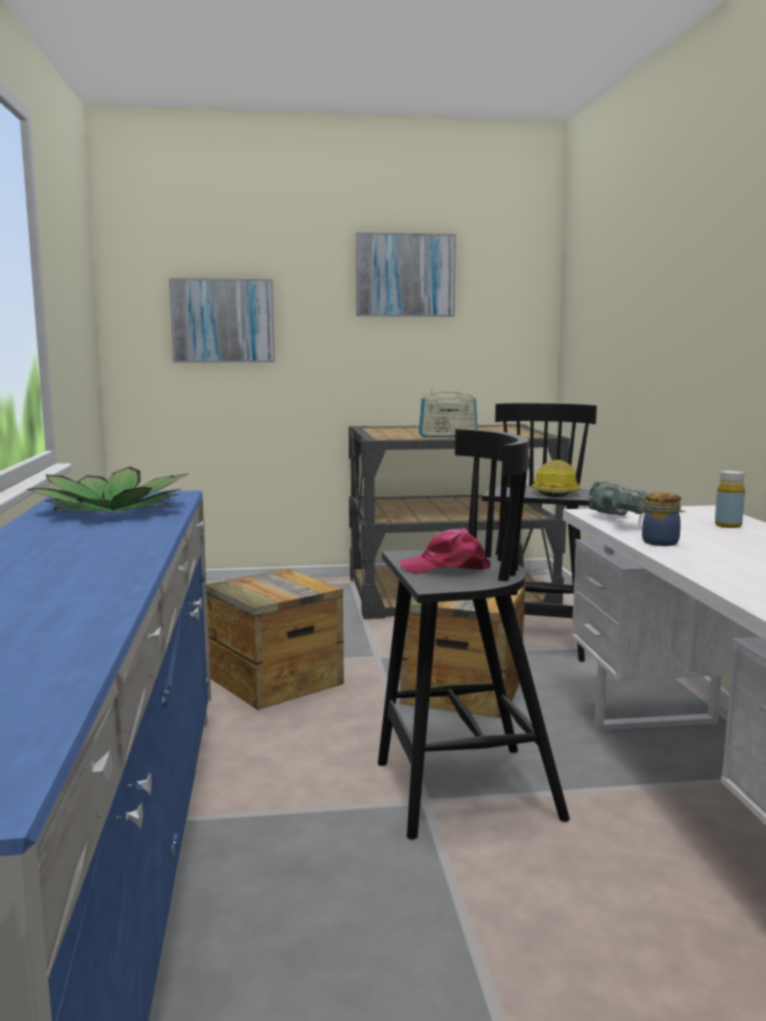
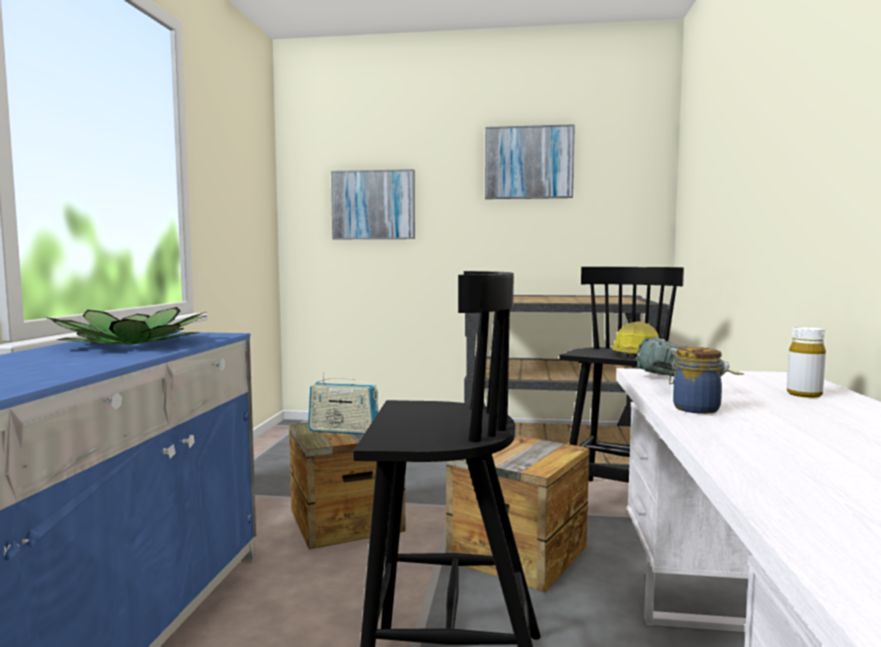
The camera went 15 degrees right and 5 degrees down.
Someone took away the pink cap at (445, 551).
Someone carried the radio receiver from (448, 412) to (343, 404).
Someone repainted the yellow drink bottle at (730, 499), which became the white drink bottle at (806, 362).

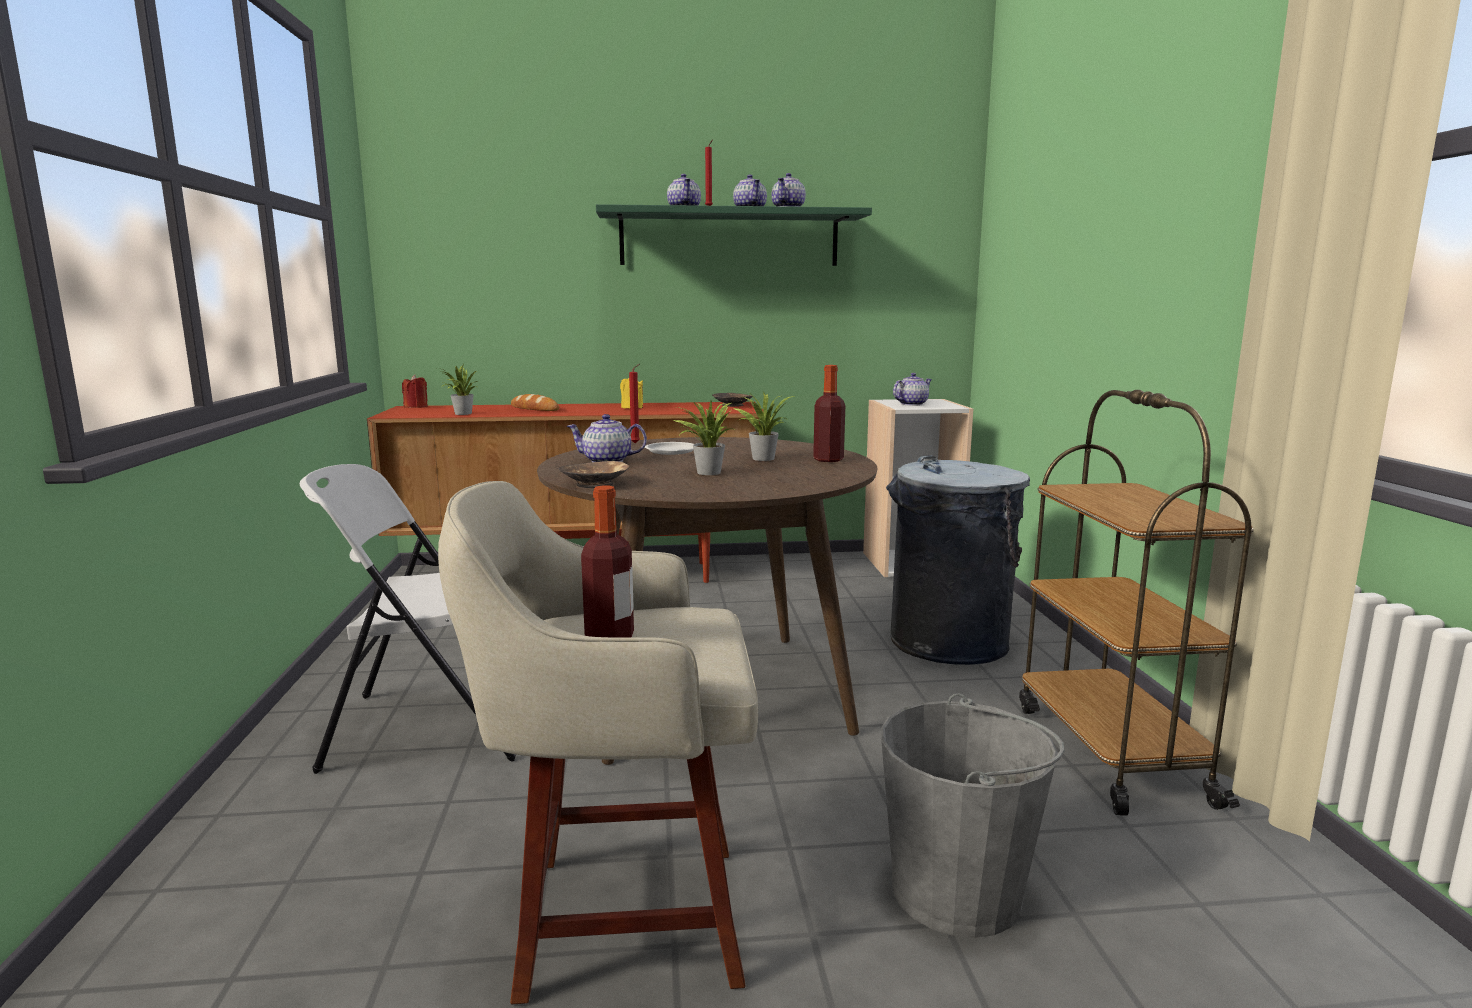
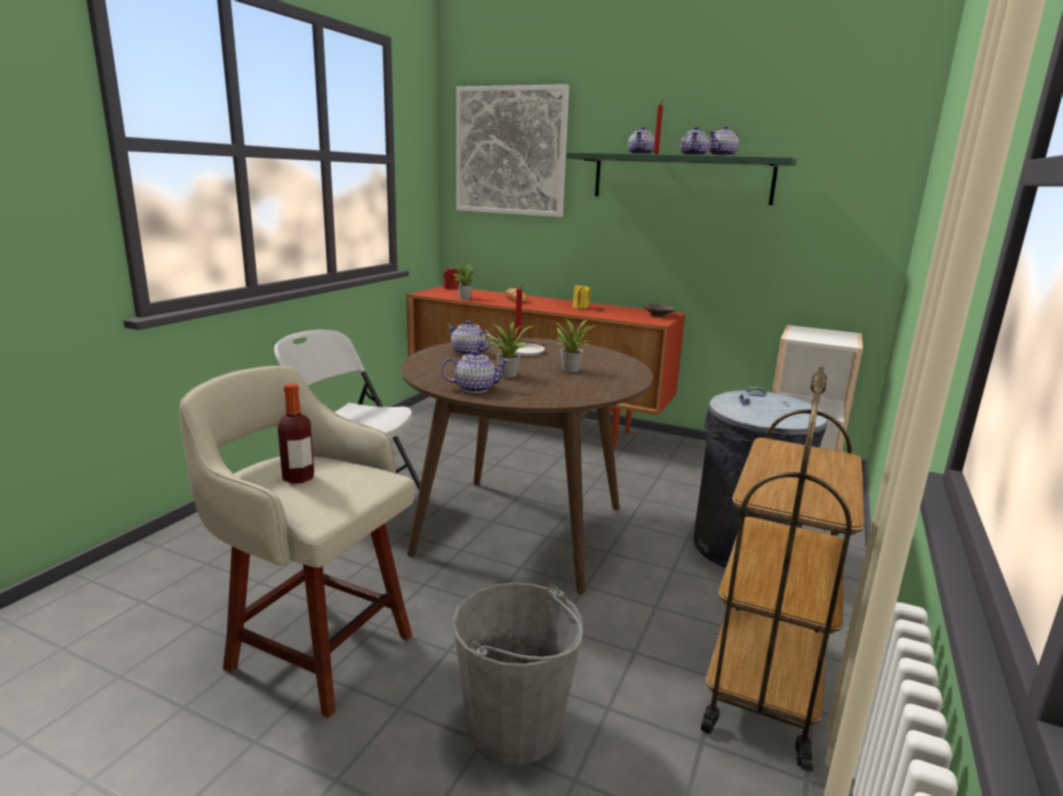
The camera went 30 degrees right and 5 degrees up.
Someone took away the brownish deep dish at (594, 474).
Someone took away the drink bottle at (829, 413).
Someone carried the teapot from (912, 389) to (475, 371).
Someone put up the wall art at (512, 150).

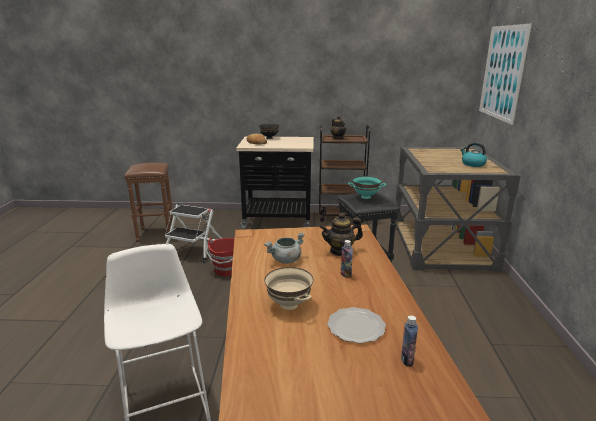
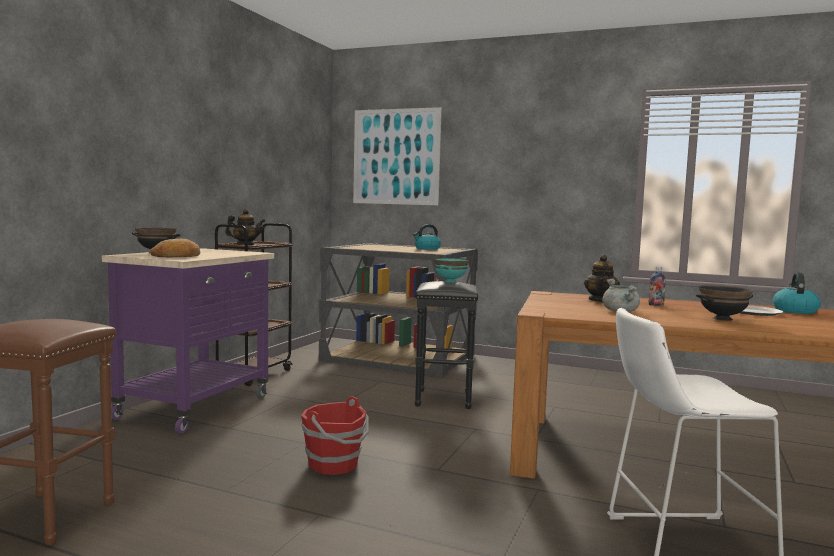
The camera went 70 degrees left and 15 degrees down.
Someone took away the step stool at (193, 233).
Someone repainted the blackish cart at (275, 182), which became the purple cart at (188, 340).
Someone repainted the beige deep dish at (289, 288), which became the blackish deep dish at (724, 303).
Someone swapped the drink bottle at (409, 341) for the water kettle at (797, 293).

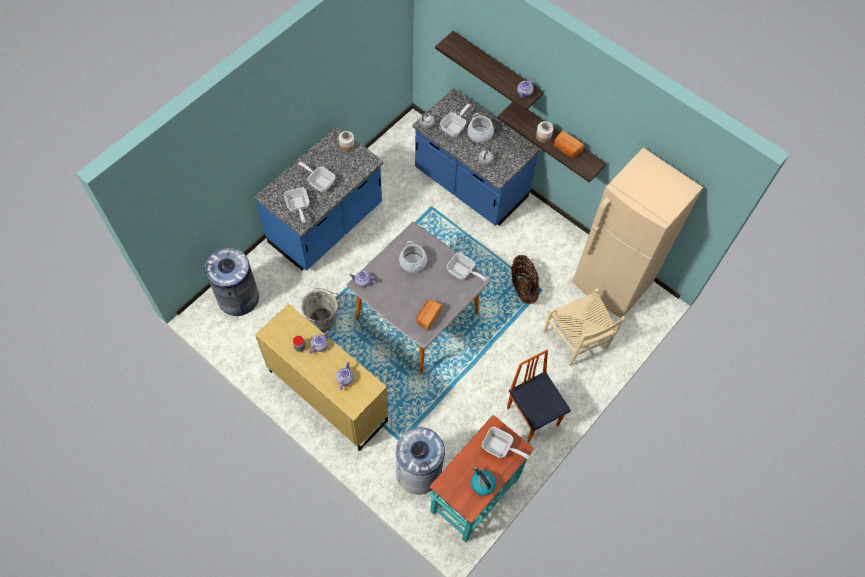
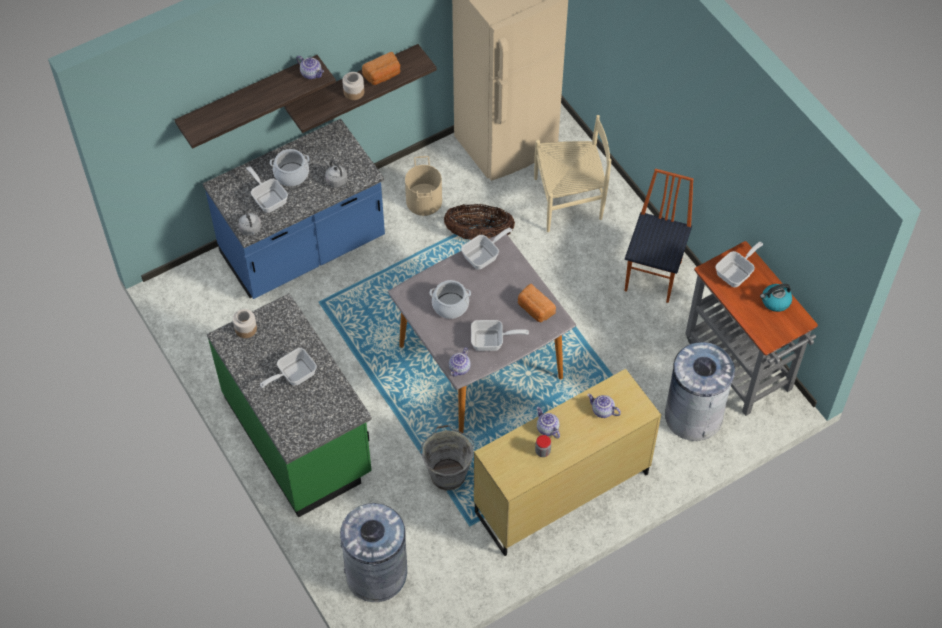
The camera went 70 degrees left and 5 degrees down.
Someone repainted the blue-coloured kitchen base unit at (319, 198), which became the green kitchen base unit at (289, 405).
Someone carried the frying pan from (297, 205) to (500, 335).
Someone repainted the blue-green cart at (481, 478), which became the gray cart at (751, 328).
Someone rotated the upright chair at (539, 396) by 120 degrees clockwise.
Someone put down the beige pail at (423, 186).

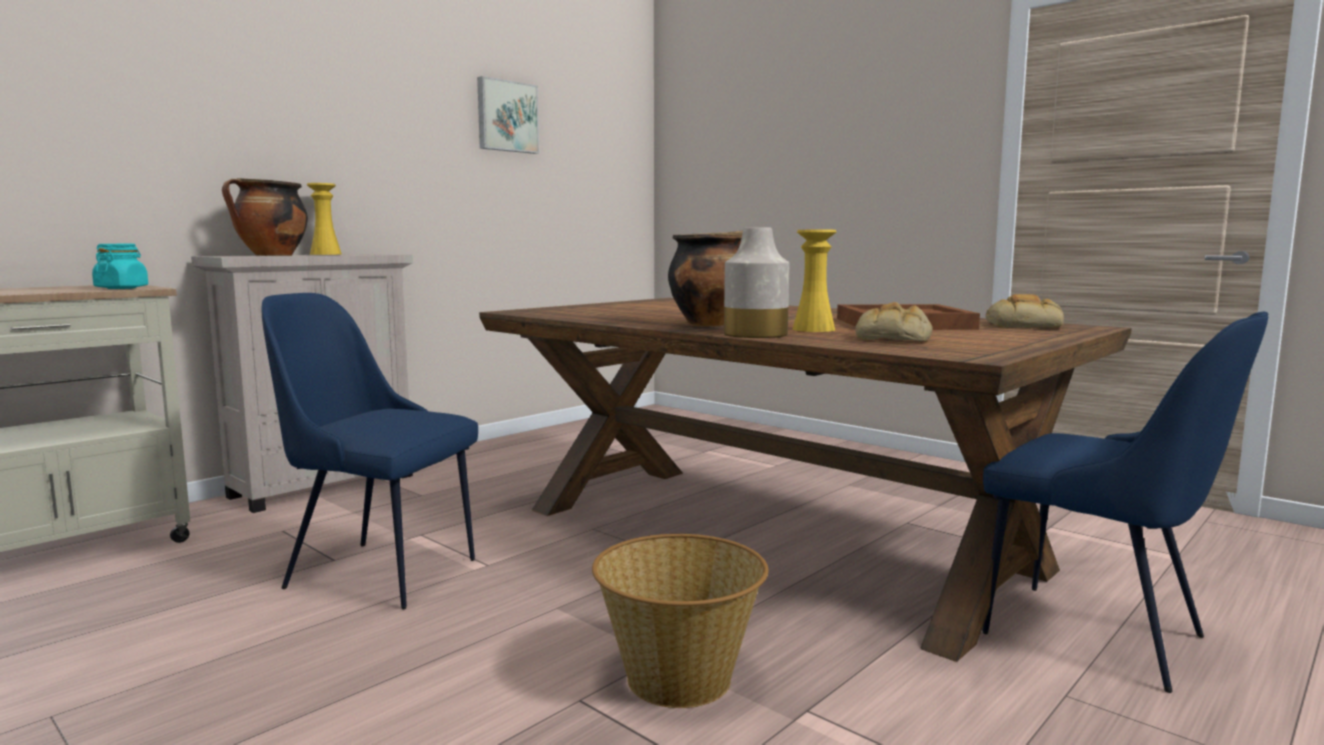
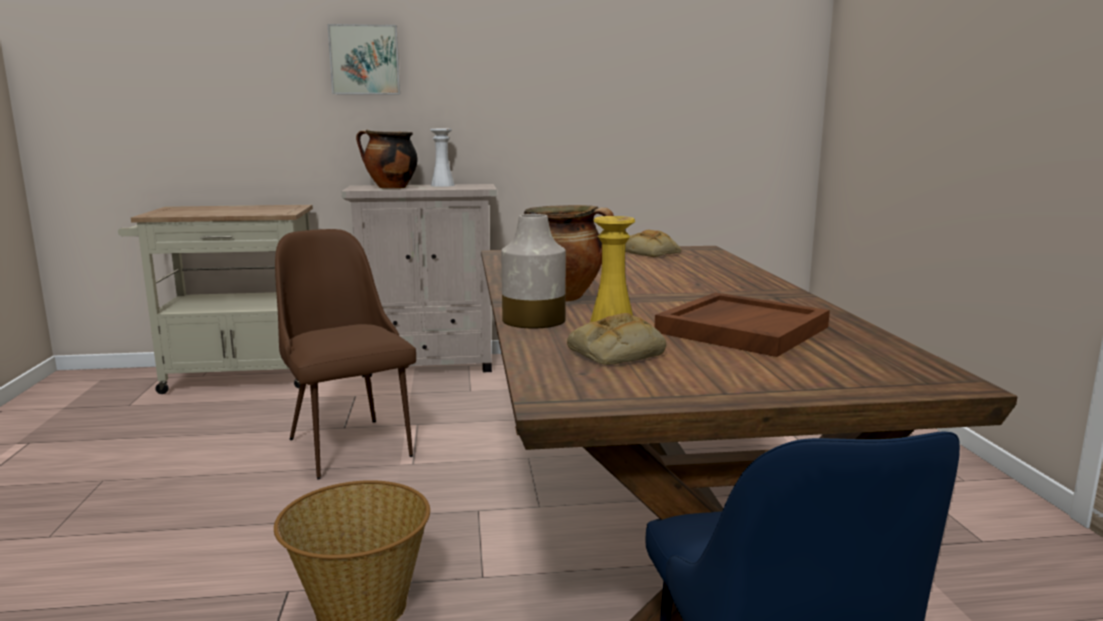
The camera went 40 degrees right and 5 degrees up.
Someone took away the blue-green jar at (120, 266).
Someone repainted the blue-coloured upright chair at (370, 451), which became the brownish upright chair at (345, 354).
Someone repainted the yellow flower vase at (324, 219), which became the white flower vase at (442, 158).
Someone carried the wall art from (508, 115) to (364, 59).
Someone carried the bread from (1024, 311) to (653, 243).

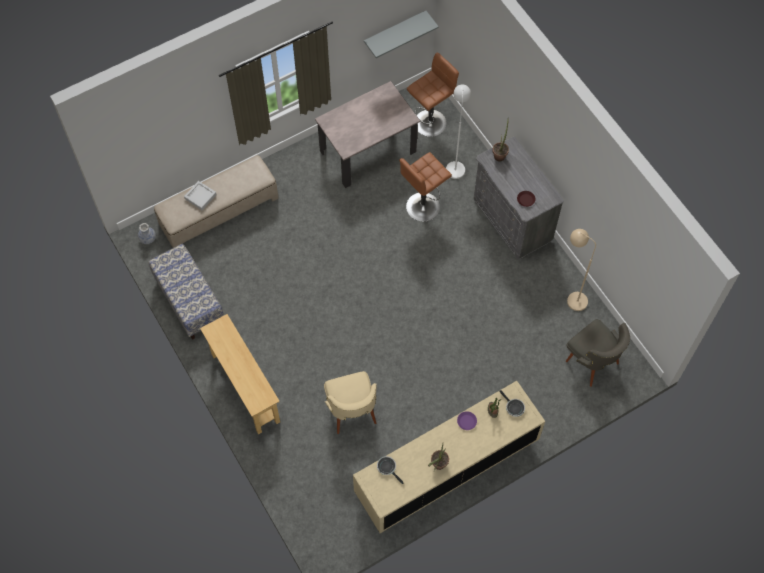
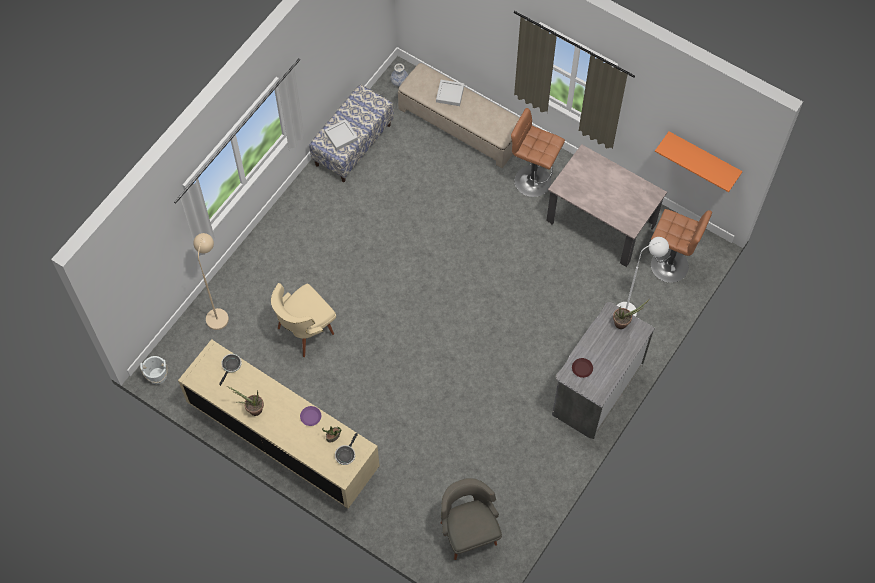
The camera went 65 degrees right and 0 degrees up.
Someone took away the beige console table at (240, 374).
Someone repainted the gray shelf at (401, 34), which became the orange-coloured shelf at (699, 161).
Someone carried the brownish stool from (425, 186) to (538, 152).
Someone rotated the gray upright chair at (598, 353) by 135 degrees clockwise.
Someone carried the beige floor lamp from (581, 270) to (211, 281).
Someone put down the white pail at (154, 370).
Someone put down the gray carrying tray at (341, 134).

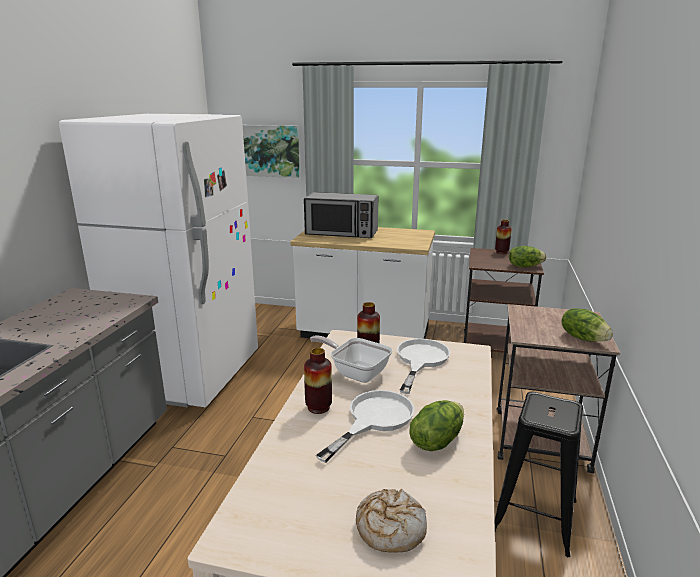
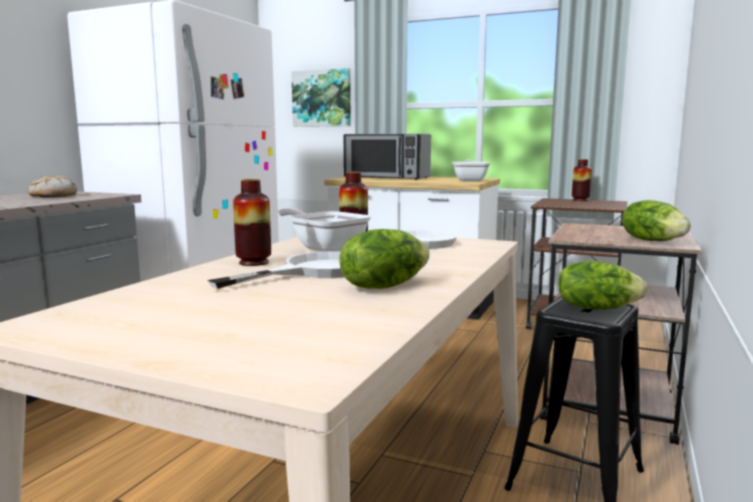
The camera went 10 degrees right and 10 degrees down.
Someone carried the bread from (391, 521) to (52, 186).
Someone carried the lettuce head from (527, 256) to (602, 285).
Someone put down the frying pan at (471, 170).

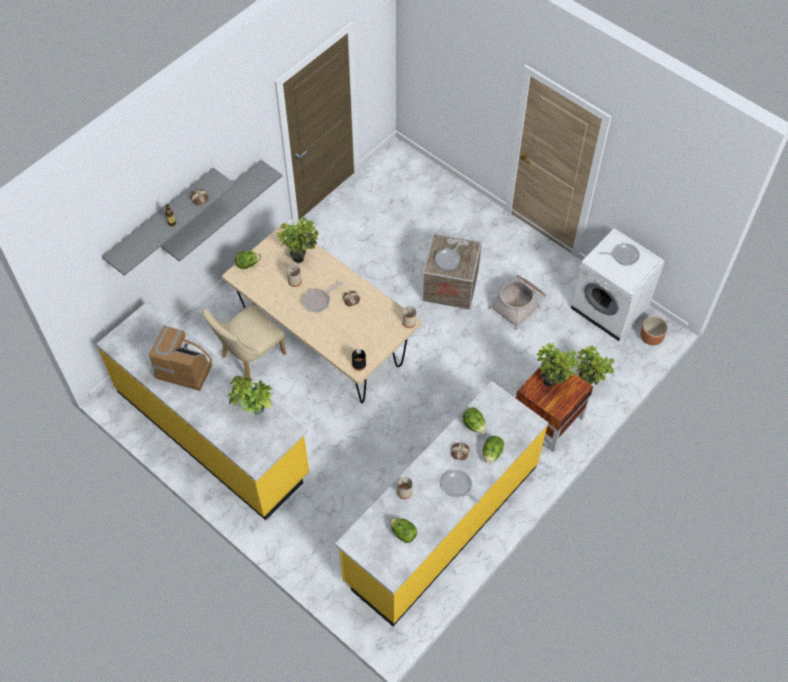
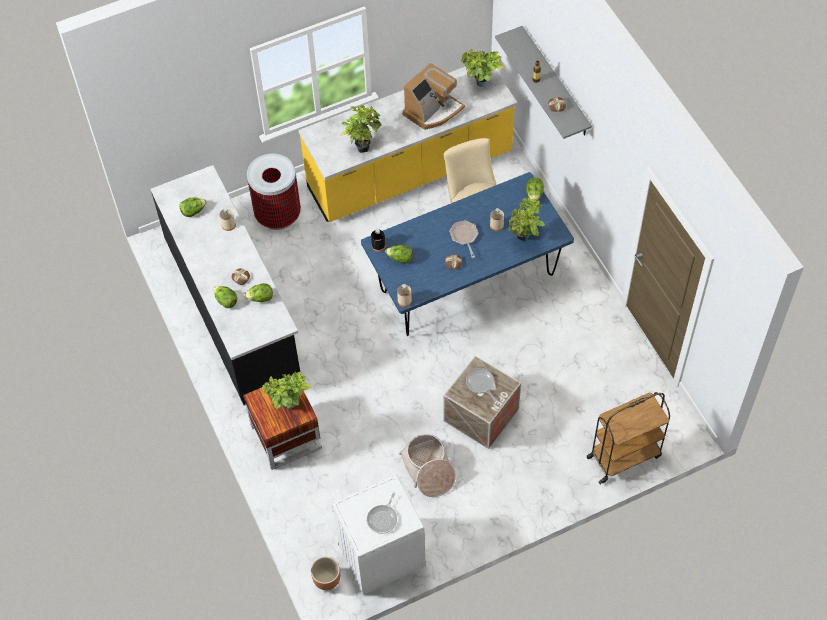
The camera went 115 degrees right and 0 degrees up.
Someone took away the gray shelf at (221, 211).
Someone repainted the beige dining table at (321, 313), which became the blue-coloured dining table at (467, 254).
Someone repainted the yellow kitchen base unit at (441, 503), which became the blackish kitchen base unit at (226, 285).
Someone took away the frying pan at (461, 486).
Someone carried the houseplant from (595, 365) to (482, 68).
Someone put down the waste bin at (274, 192).
Someone put down the lettuce head at (399, 254).
Someone put down the brownish cart at (628, 438).

